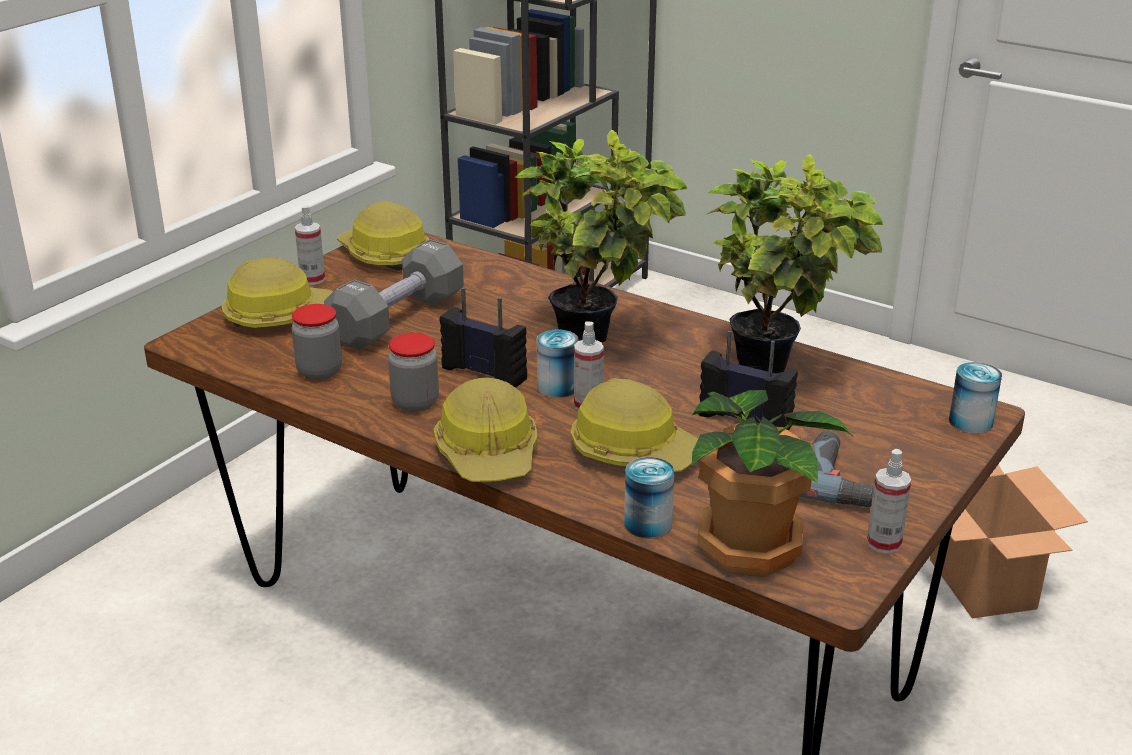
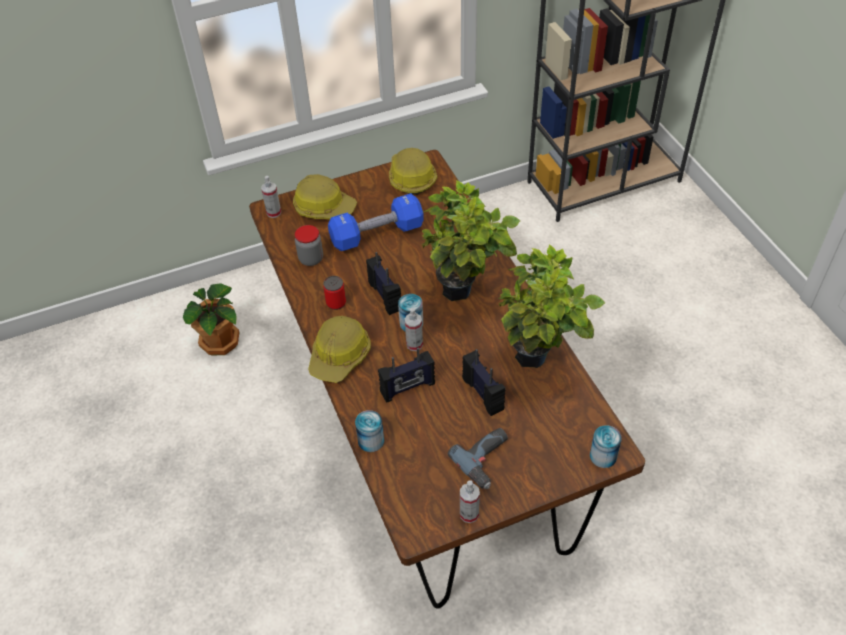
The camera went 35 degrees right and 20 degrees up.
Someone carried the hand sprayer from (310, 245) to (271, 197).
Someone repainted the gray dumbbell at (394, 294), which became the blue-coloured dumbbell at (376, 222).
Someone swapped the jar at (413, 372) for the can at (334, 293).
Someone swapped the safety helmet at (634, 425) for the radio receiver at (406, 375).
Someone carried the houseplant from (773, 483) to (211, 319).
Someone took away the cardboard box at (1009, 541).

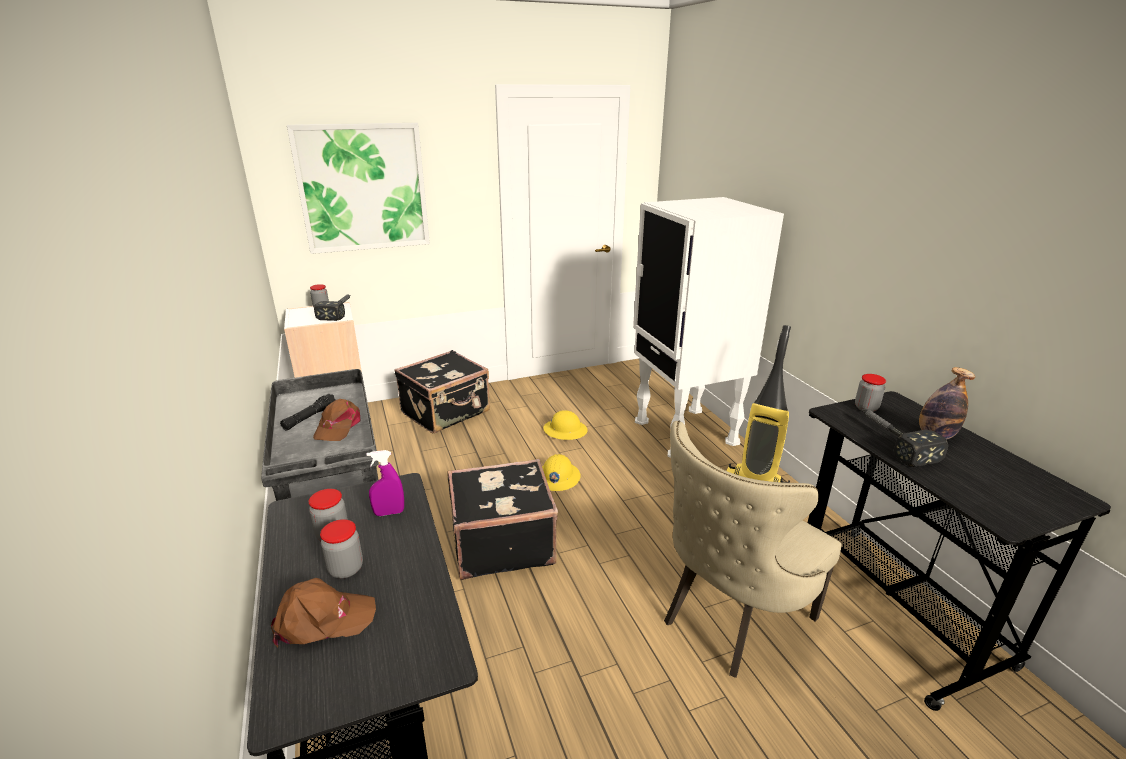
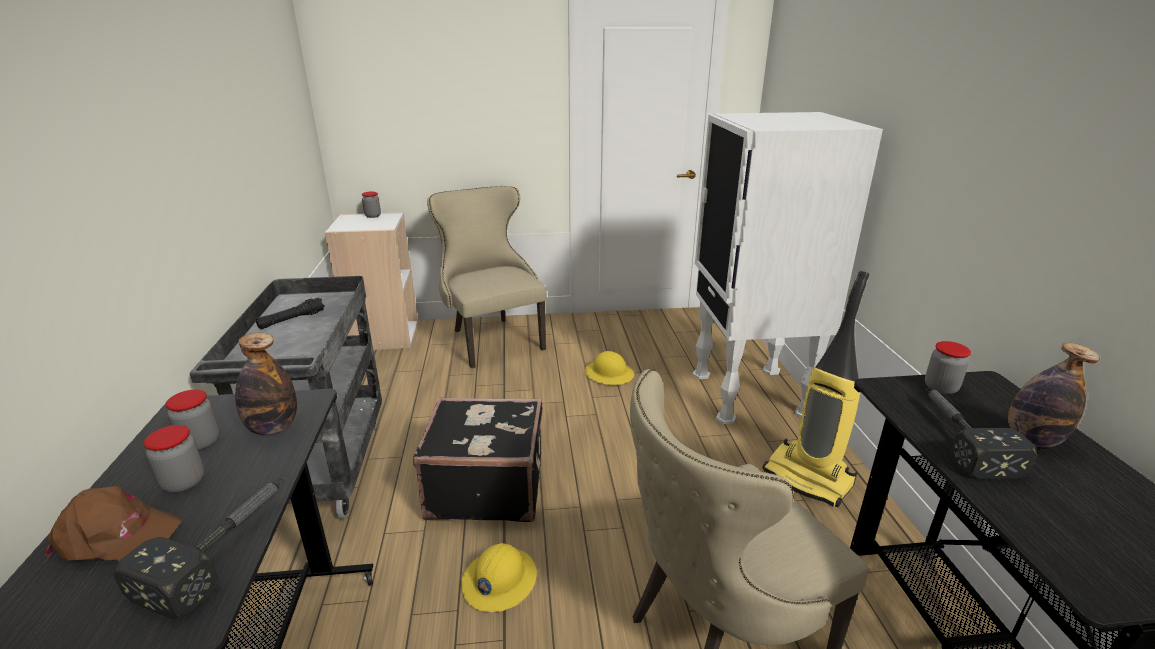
The camera went 15 degrees right and 0 degrees up.
Someone took away the wall art at (358, 188).
Someone took away the brownish cap at (337, 420).
Someone carried the hammer from (332, 307) to (199, 549).
Someone swapped the purple hand sprayer at (385, 483) for the drink bottle at (266, 384).
Someone swapped the blackish piece of luggage at (442, 392) for the beige upright chair at (487, 277).
Someone carried the yellow safety helmet from (561, 472) to (499, 577).

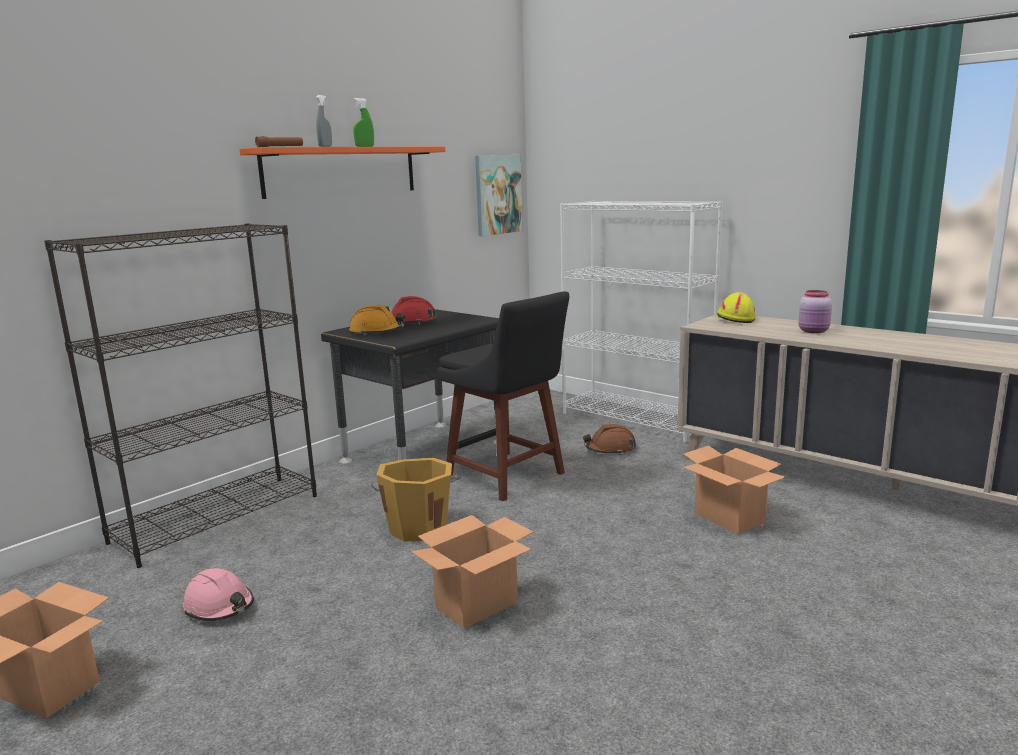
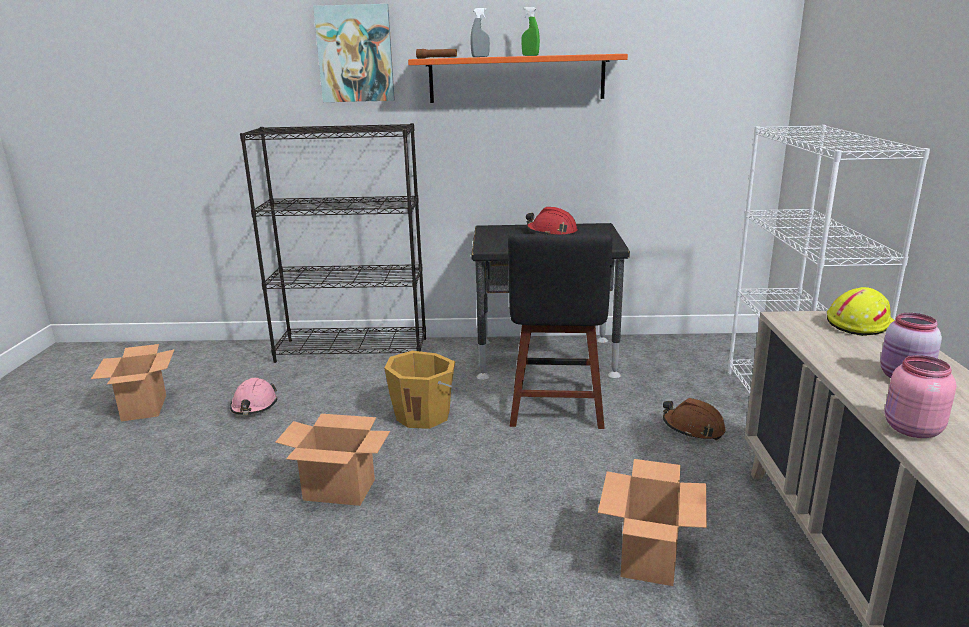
The camera went 50 degrees right and 5 degrees up.
Someone took away the orange-coloured safety helmet at (377, 320).
Someone carried the wall art from (499, 195) to (354, 53).
Someone put down the pink jar at (920, 396).

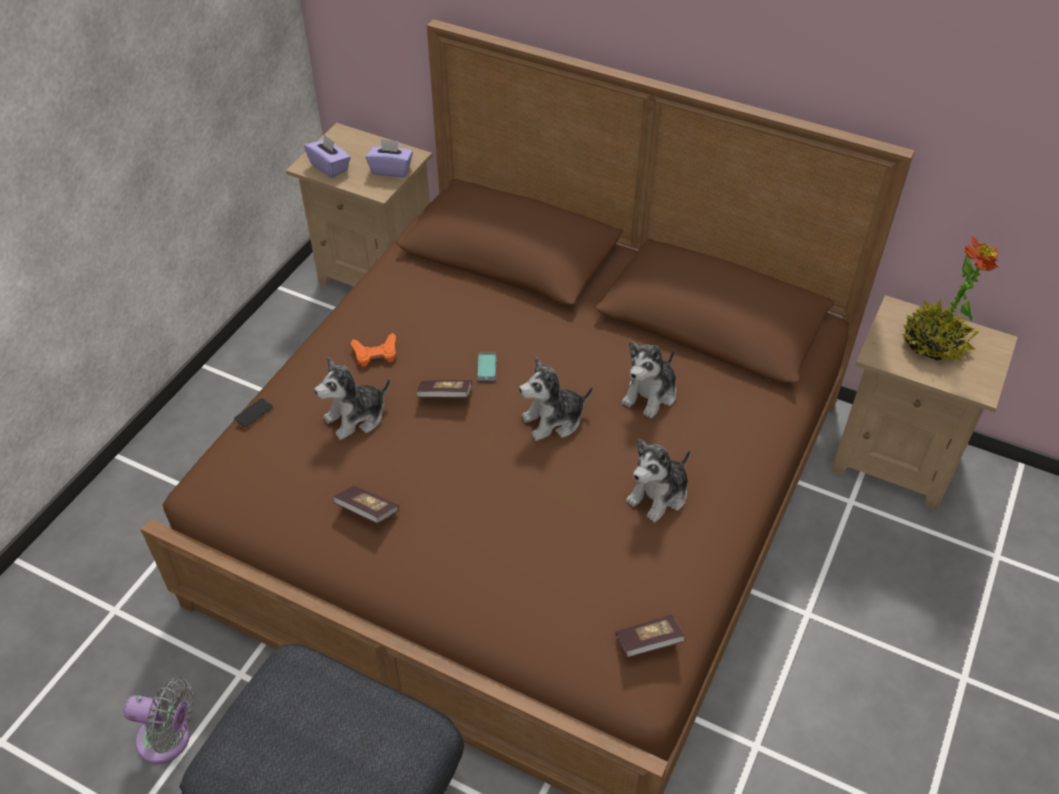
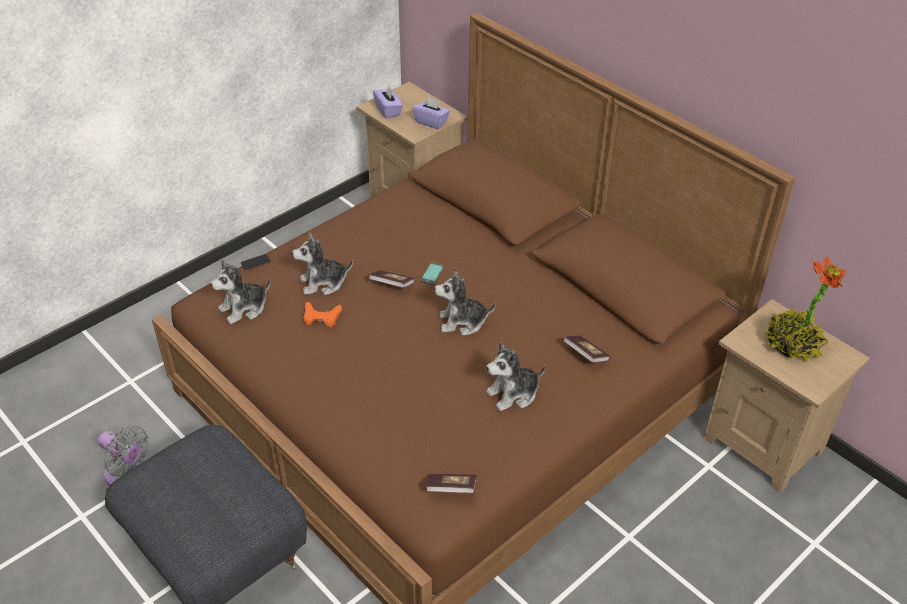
The camera went 20 degrees right and 5 degrees down.
Someone carried the book from (366, 505) to (587, 349).
Someone carried the orange-coloured joypad from (373, 350) to (322, 315).
Someone carried the soft toy from (649, 379) to (240, 292).

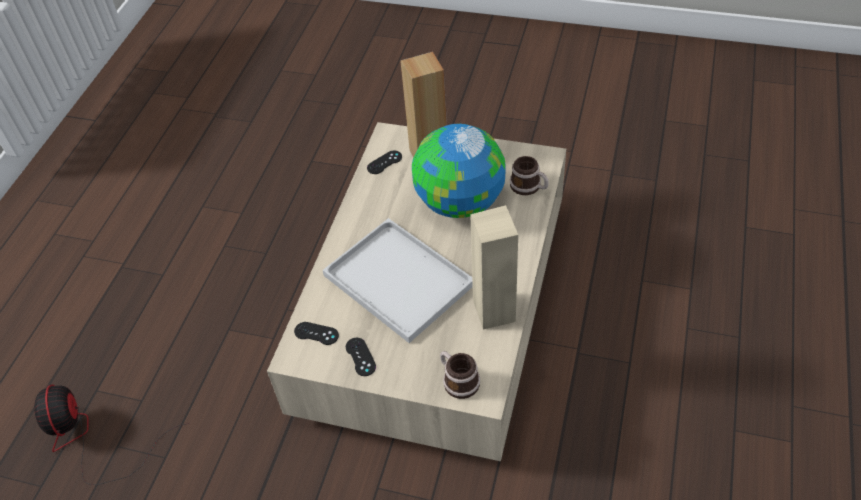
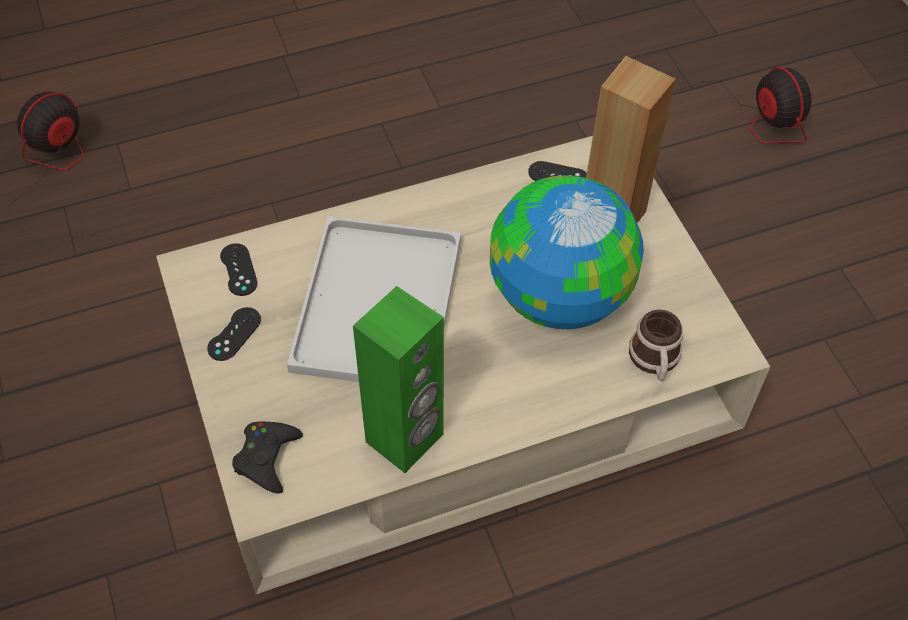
The camera went 50 degrees right and 5 degrees up.
Someone swapped the tea mug at (460, 375) for the blackish joypad at (267, 457).
Someone repainted the beige audio speaker at (494, 267), which became the green audio speaker at (398, 379).
Someone put down the cooling fan at (742, 105).

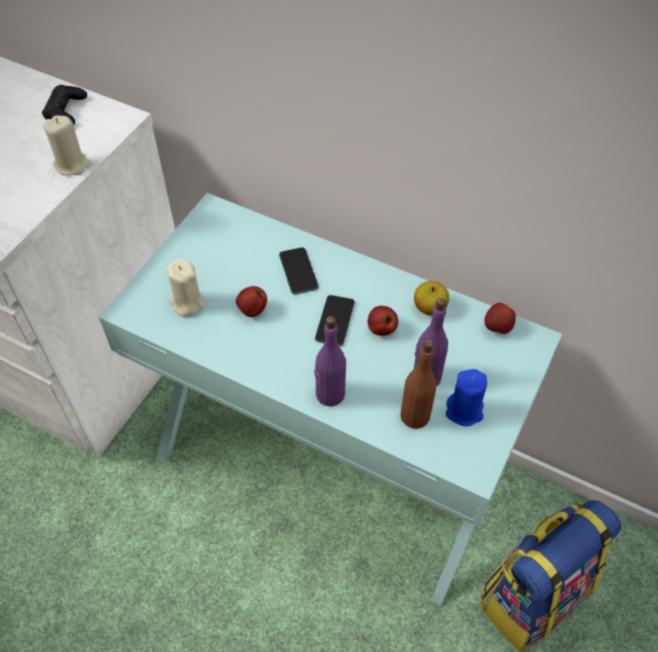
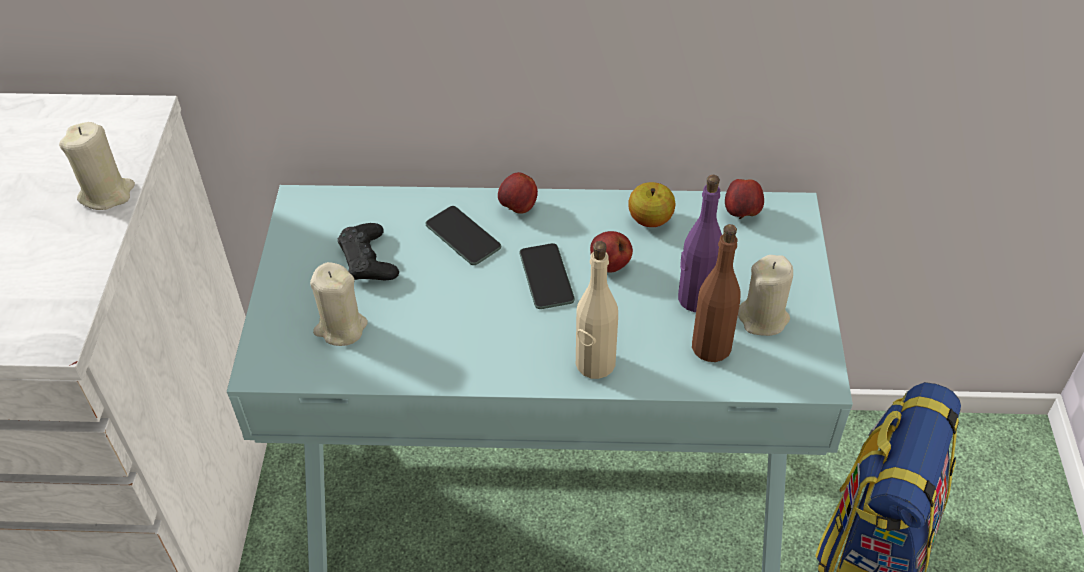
The camera went 25 degrees left and 5 degrees down.
Someone carried the blackish joypad from (64, 105) to (368, 252).
Someone carried the apple from (251, 301) to (518, 193).
Someone repainted the purple drink bottle at (330, 361), which became the beige drink bottle at (597, 310).
Someone repainted the blue-coloured candle at (466, 397), which became the beige candle at (765, 295).

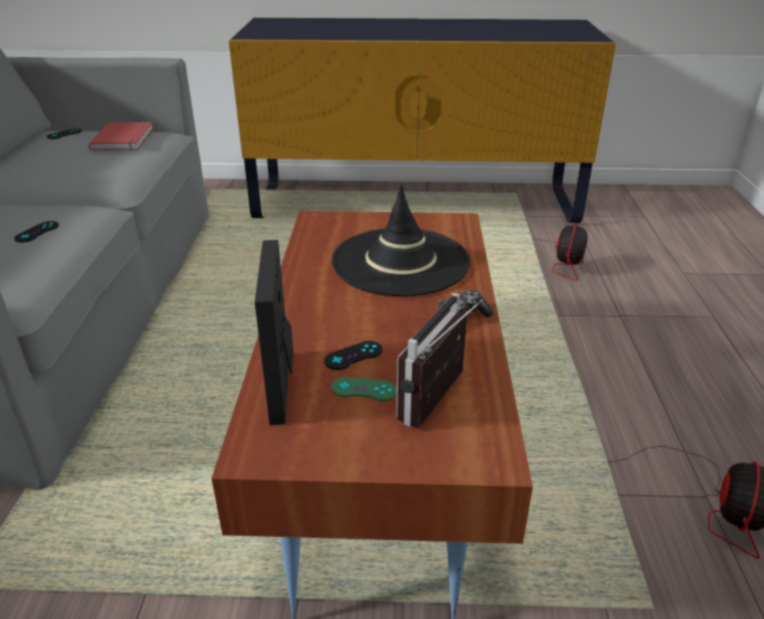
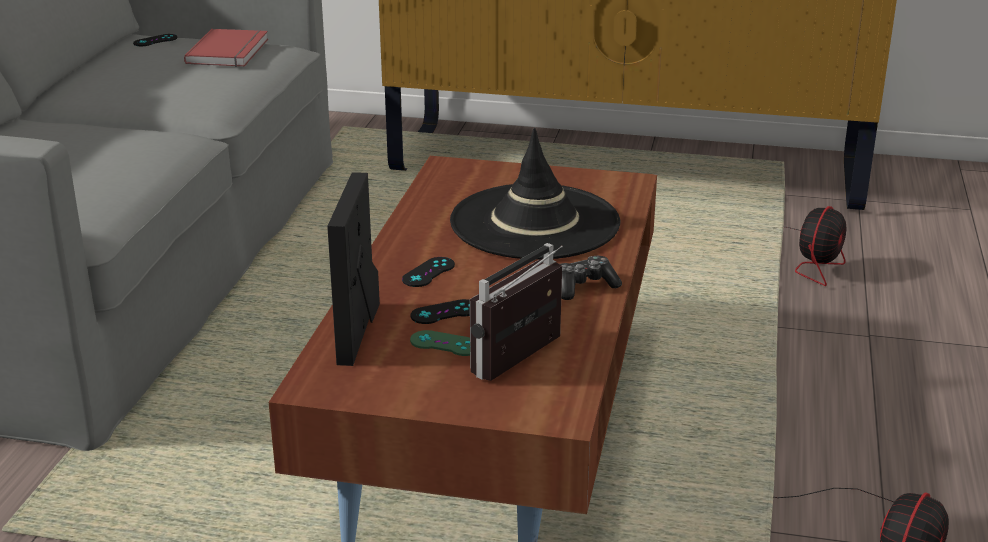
The camera went 10 degrees right and 5 degrees down.
Someone carried the blackish joypad from (36, 232) to (428, 272).

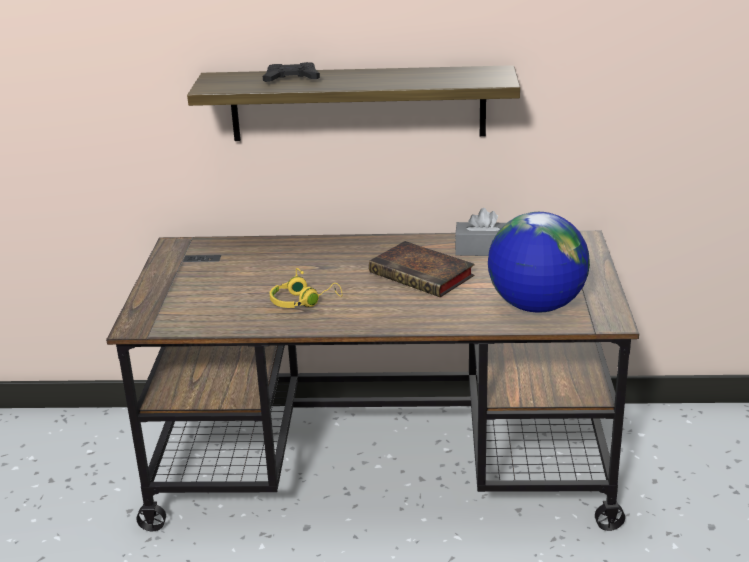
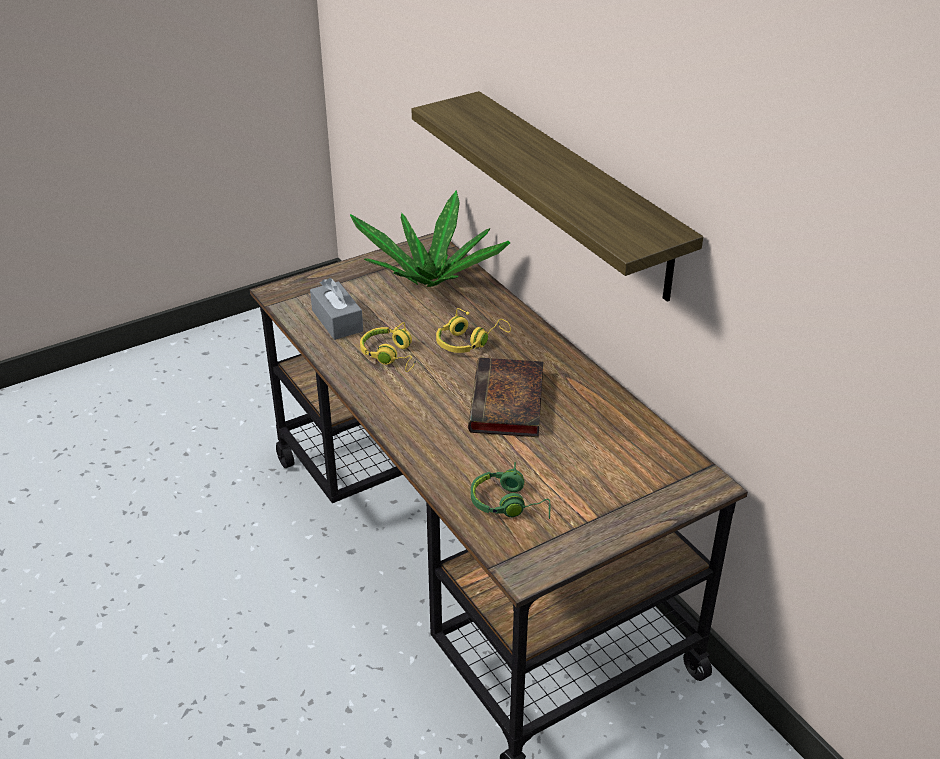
The camera went 55 degrees right and 10 degrees up.
Someone took away the blackish joypad at (291, 72).
Someone carried the gray tissue holder from (480, 232) to (336, 309).
Someone swapped the world globe at (539, 262) for the green headset at (510, 490).
Someone put down the houseplant at (430, 238).
Someone put down the yellow headset at (473, 330).

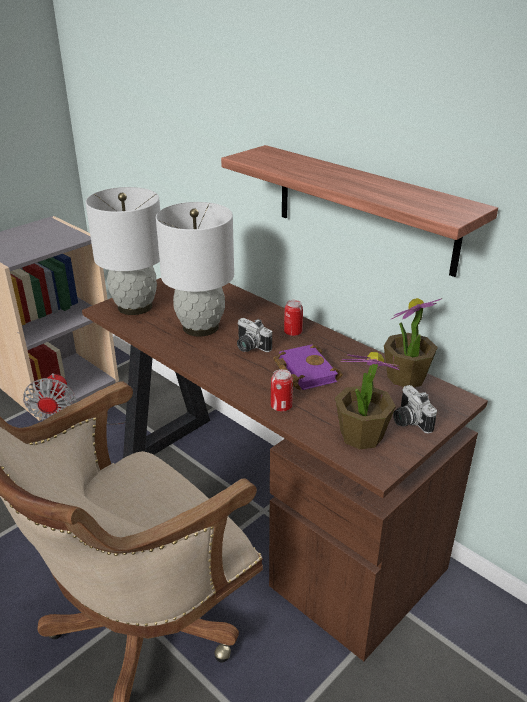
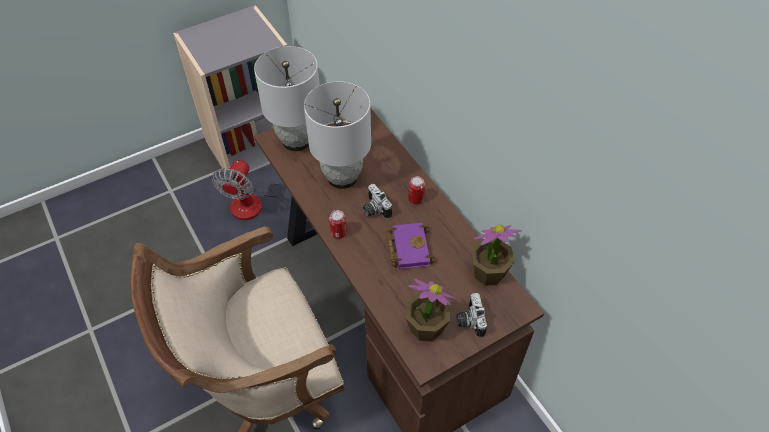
The camera went 15 degrees right and 20 degrees up.
Someone took away the shelf at (359, 211).
Someone carried the can from (282, 390) to (338, 224).

